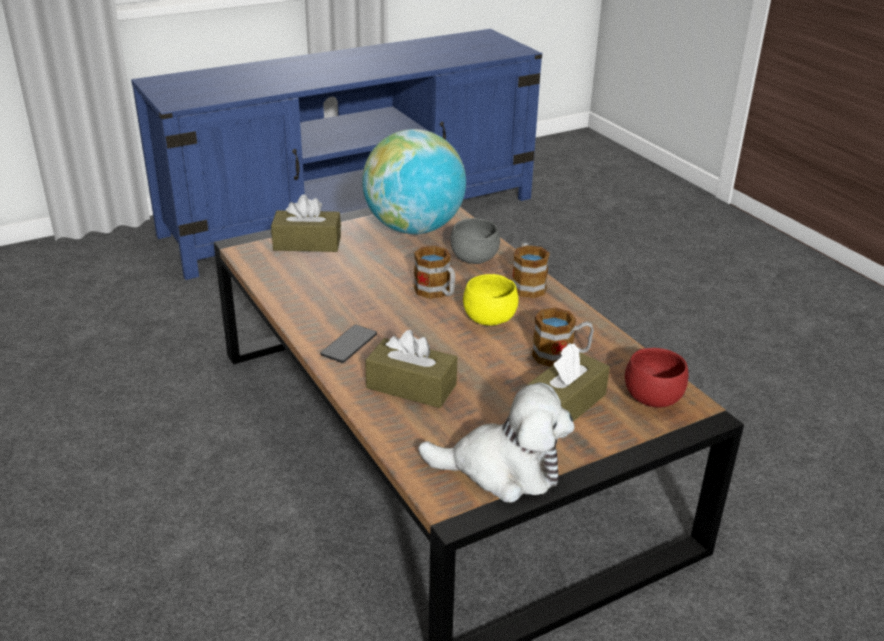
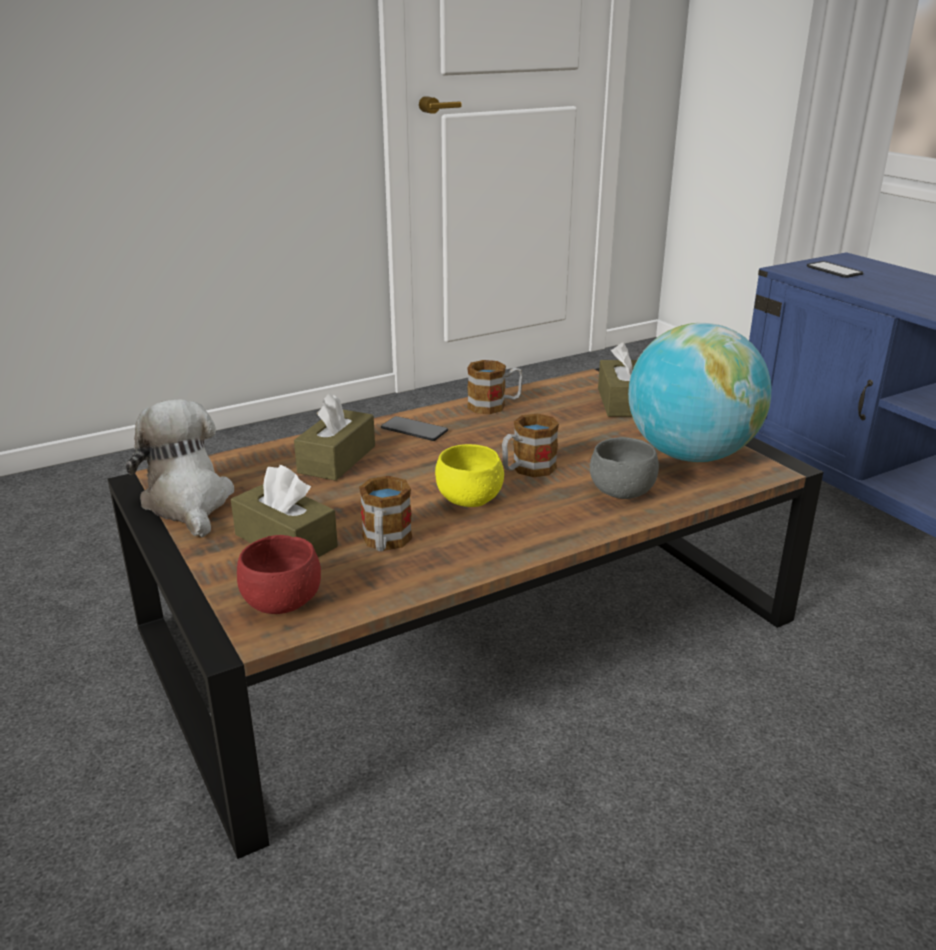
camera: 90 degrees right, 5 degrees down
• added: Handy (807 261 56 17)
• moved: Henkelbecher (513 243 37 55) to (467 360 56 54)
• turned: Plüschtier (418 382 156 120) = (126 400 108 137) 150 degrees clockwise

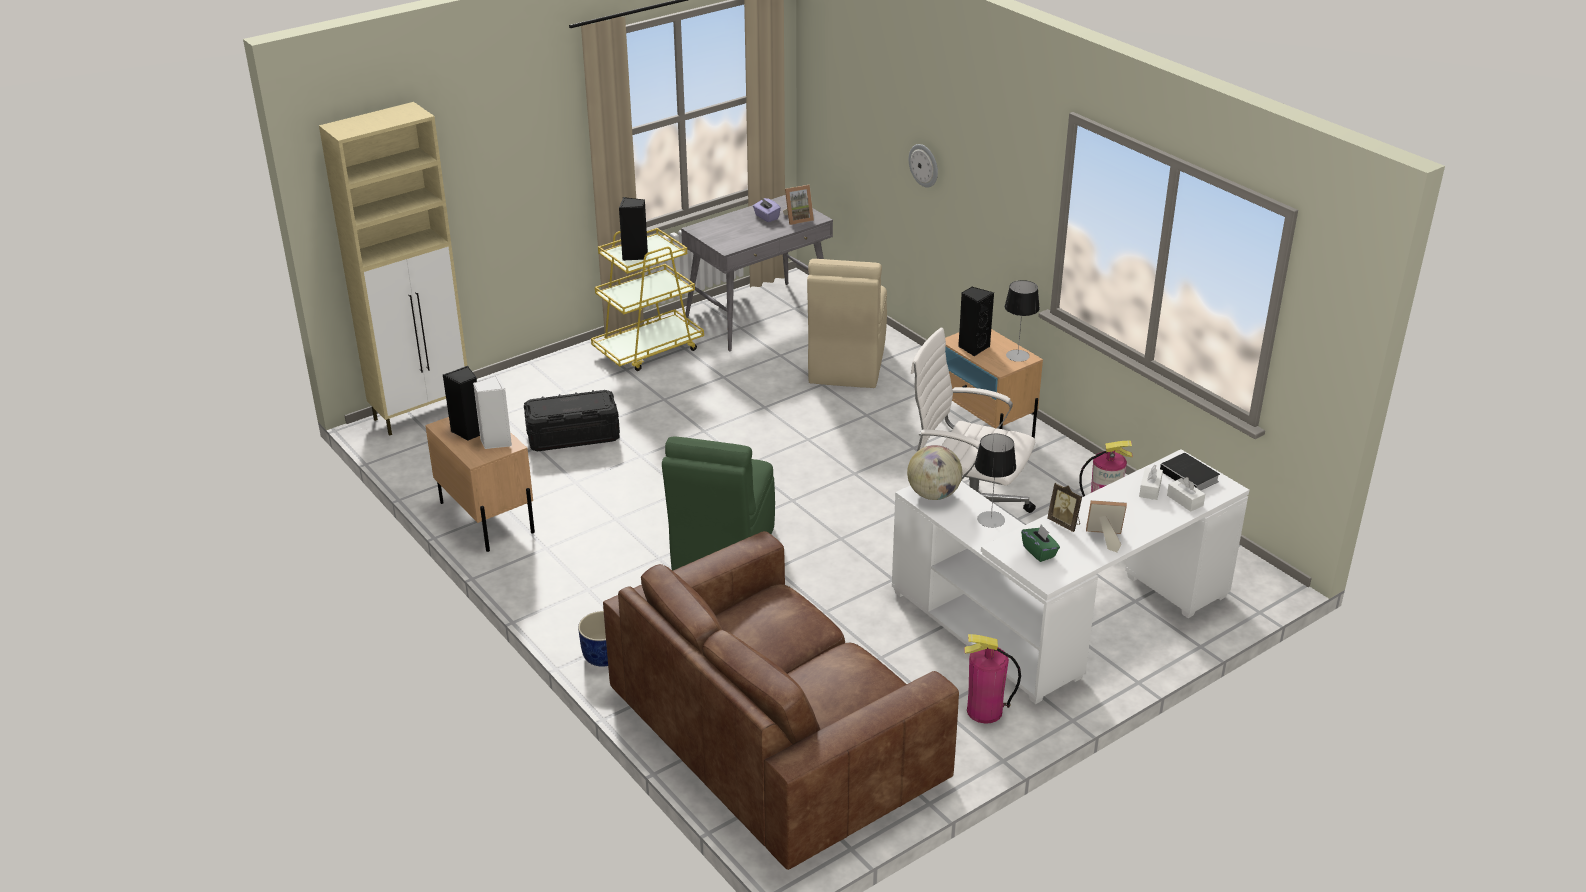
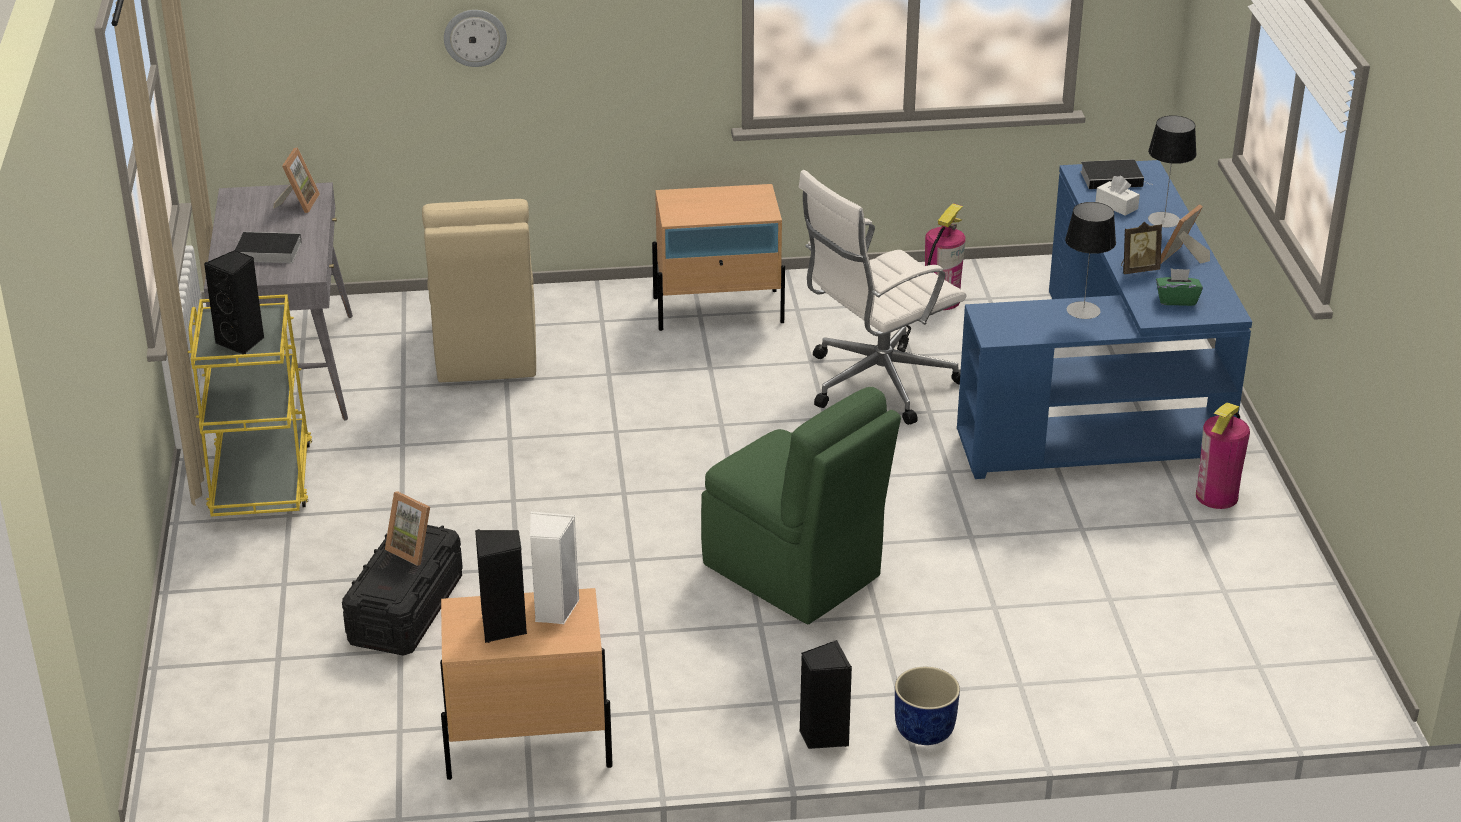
camera: 60 degrees left, 0 degrees up
• removed: Schrank [beige] (319 102 148 334)
• removed: Sofa [braun] (603 531 356 339)
• removed: Taschentuchbox [lila] (753 197 28 25)
• removed: Globus (907 445 55 55)
• removed: Taschentuchbox [weiß] (1167 477 38 35)
• added: Buch (233 232 69 31)
• added: Bilderrahmen (385 491 45 75)
• moved: Lautsprecher [schwarz] (958 287 36 70) to (800 640 52 109)
• moved: Tischlampe (1005 280 35 82) to (1148 115 49 112)
• recoloured: Schreibtisch [weiß] (892 449 357 255) to Schreibtisch [blau] (957 160 295 319)
• turned: Stuhl [beige] (807 259 80 129) = (422 199 114 184) 45 degrees clockwise

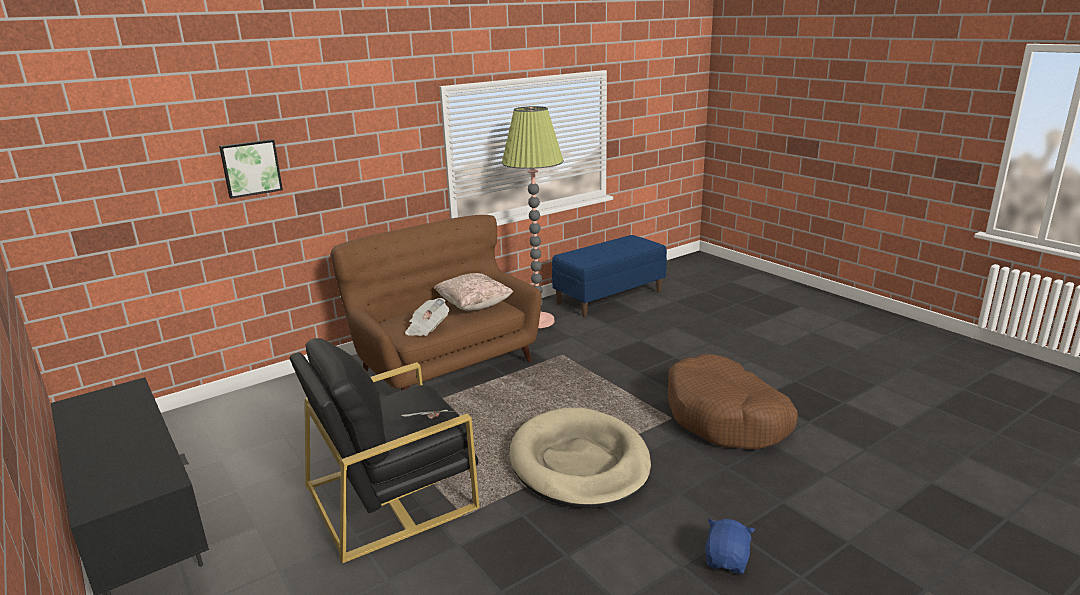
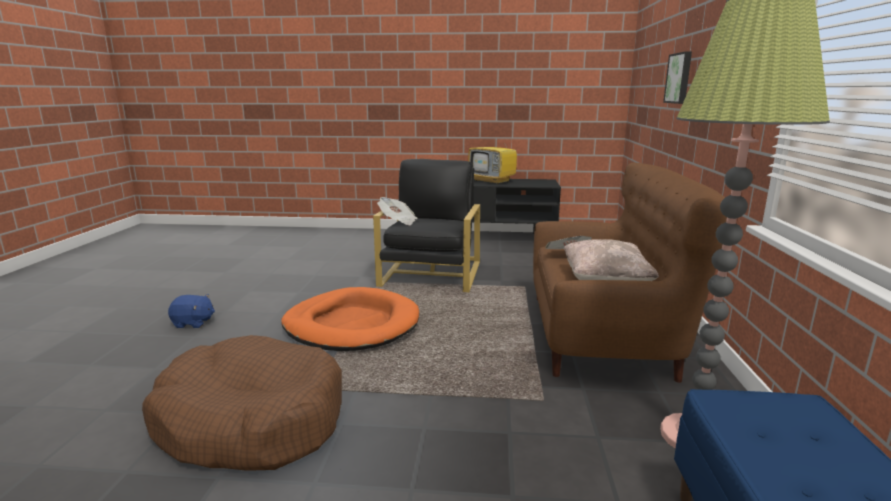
camera: 130 degrees right, 5 degrees down
• added: Fernseher (468 125 49 59)
• recoloured: Hundebett [beige] (510 407 141 101) to Hundebett [orange] (281 287 138 64)
• turned: Plüschtier [blau] (705 519 50 55) = (168 294 47 34) 60 degrees counterclockwise

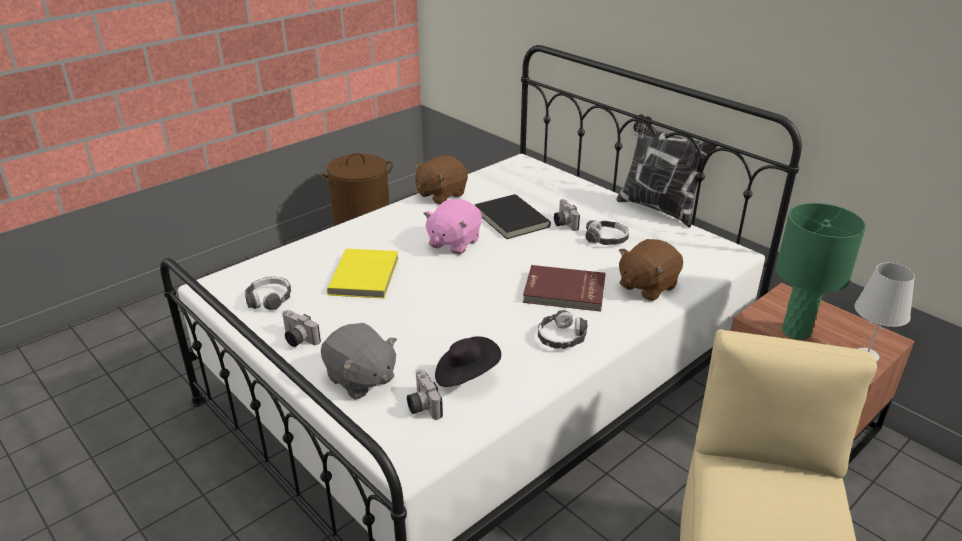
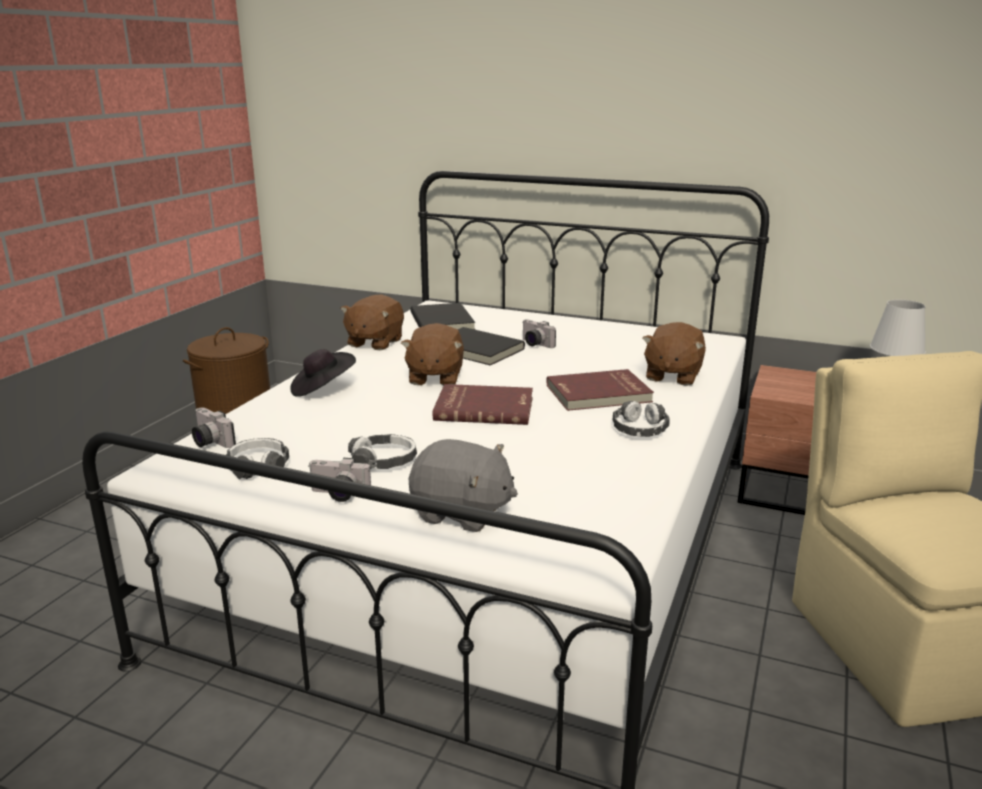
camera: 25 degrees left, 10 degrees down
• removed: Buch [gelb] (327 249 72 49)
• removed: Kissen (616 114 102 114)
• removed: Tischlampe [grün] (776 203 90 137)
• added: Buch [schwarz] (410 303 65 26)
• added: Buch [rot] (433 384 100 41)
• moved: Kamera (407 369 36 51) to (192 408 44 40)
• moved: Hut [schwarz] (435 336 66 51) to (290 349 66 48)
• moved: Kopfhörer (585 220 44 25) to (348 434 69 35)
• recoloured: Plüschtier [rosa] (423 199 59 55) to Plüschtier [braun] (401 323 63 63)

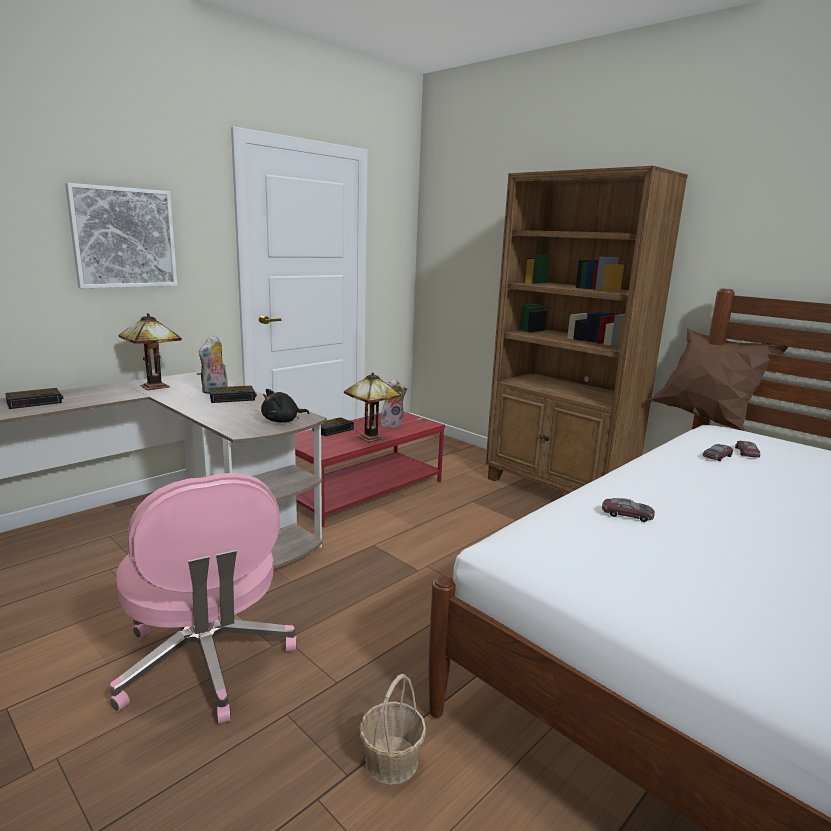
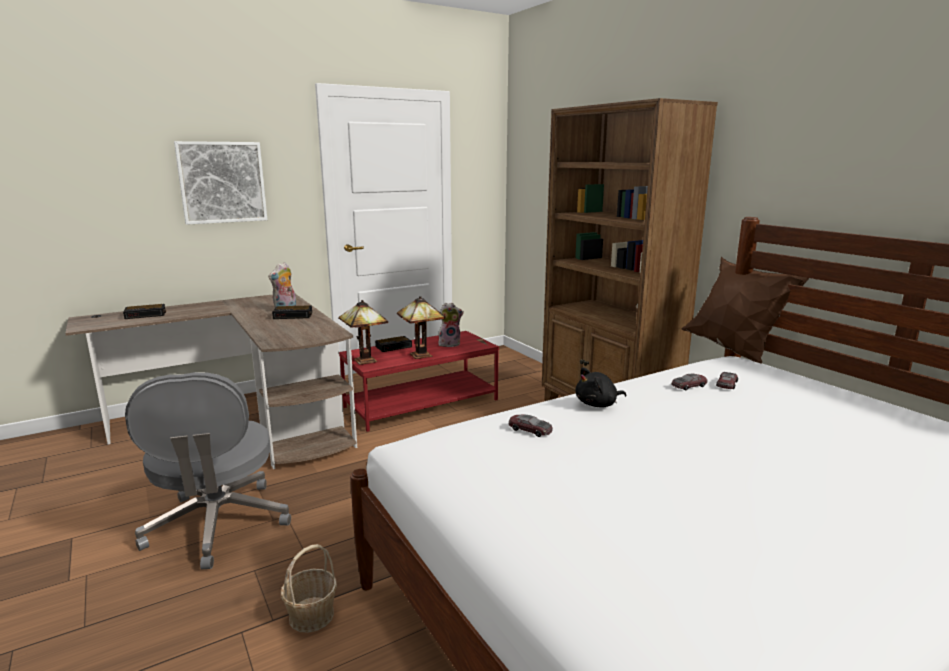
camera: 15 degrees right, 0 degrees up
• moved: Tischlampe (119 313 63 77) to (339 300 49 65)
• moved: Plüschtier [schwarz] (261 389 48 34) to (575 367 52 40)
• recoloured: Bürostuhl [rosa] (109 473 188 251) to Bürostuhl [grau] (125 372 166 197)

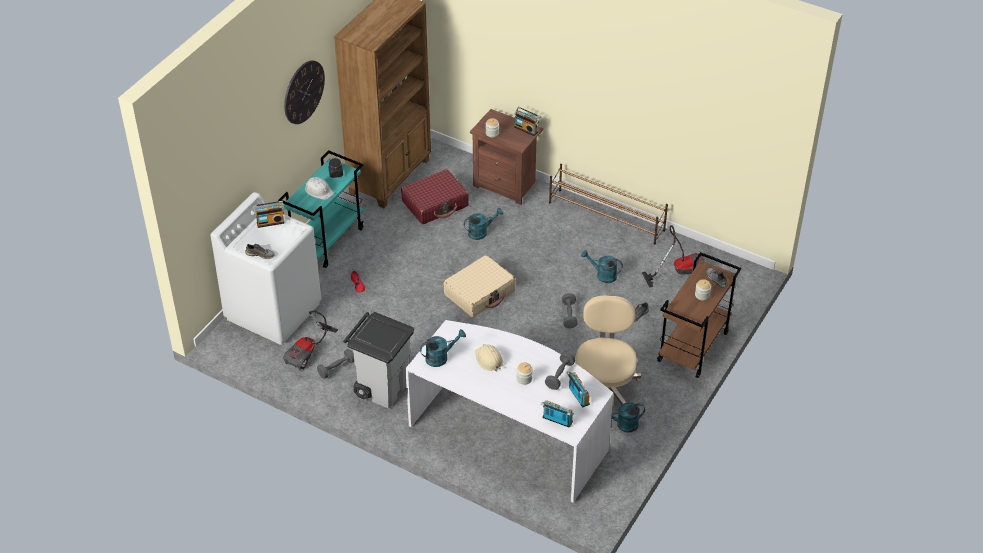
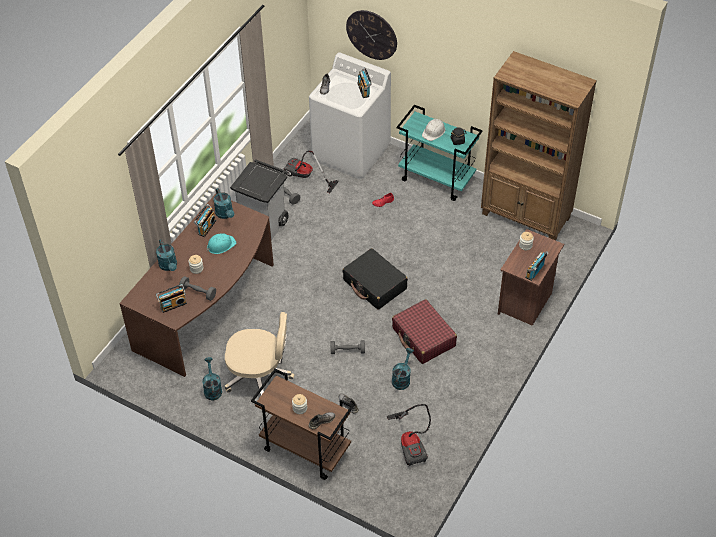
camera: 90 degrees right, 5 degrees up
• removed: Schuhregal [braun] (549 164 119 80)
• moved: Wanduhr (284 60 41 64) to (346 10 51 50)
• moved: Koffer [rot] (401 169 68 55) to (392 299 65 65)
• moved: Gießkanne [türkis] (464 208 39 32) to (156 239 21 32)
• moved: Radio (541 400 33 28) to (194 204 22 33)
• recoloured: Schreibtisch [weiß] (405 320 209 182) to Schreibtisch [braun] (119 194 155 183)
• recoloured: Koffer [beige] (444 255 71 62) to Koffer [schwarz] (343 248 65 62)
• recoloured: Schutzhelm [beige] (475 344 28 27) to Schutzhelm [türkis] (207 233 29 21)

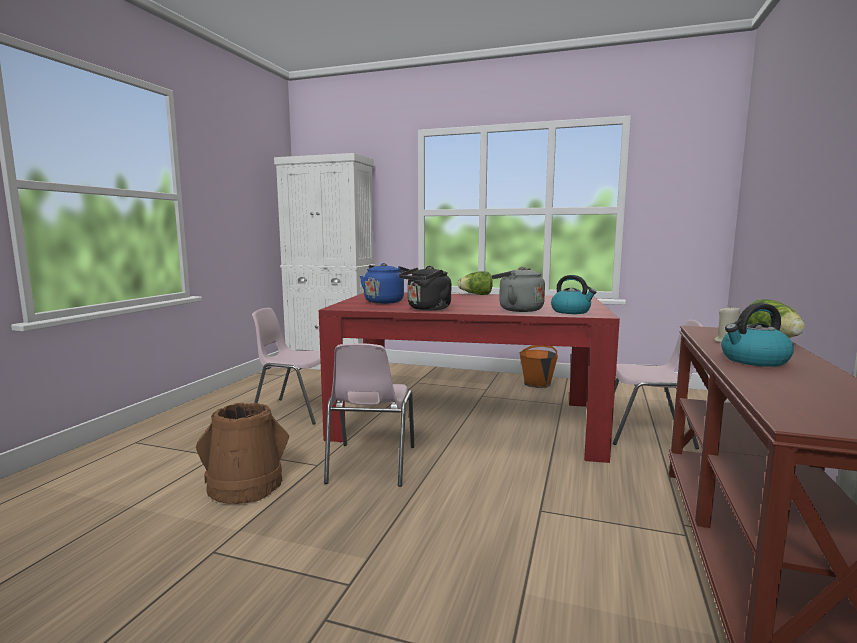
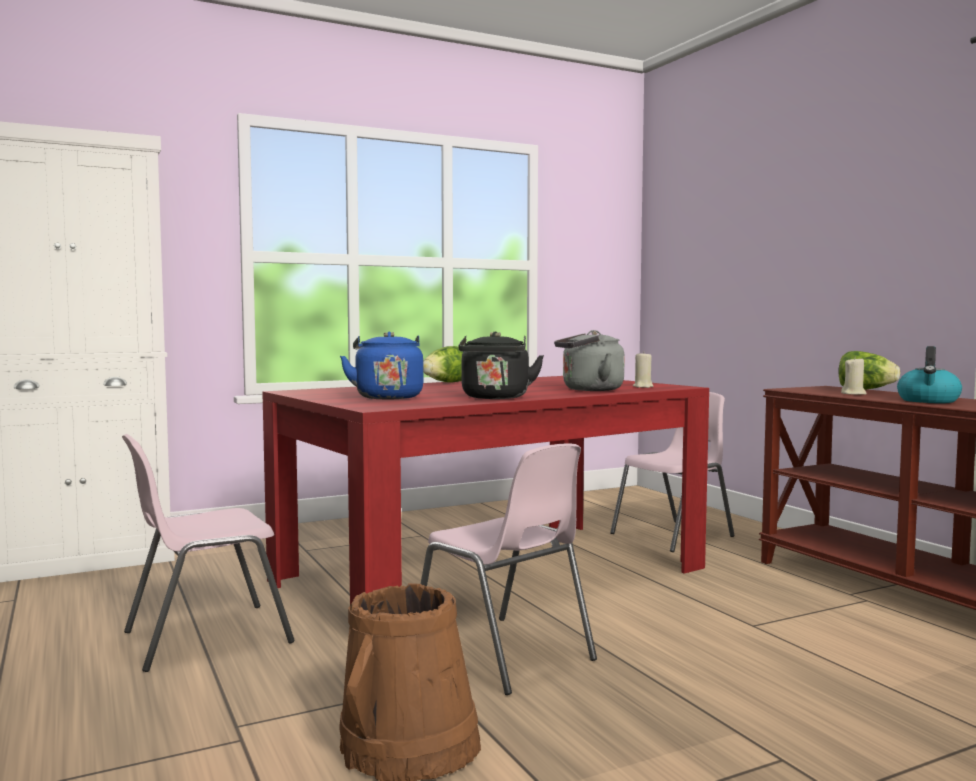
camera: 45 degrees left, 5 degrees down
• removed: Eimer [orange] (520 345 38 43)
• replaced: Wasserkessel (551 275 45 39) to Kerze [beige] (633 351 21 37)

